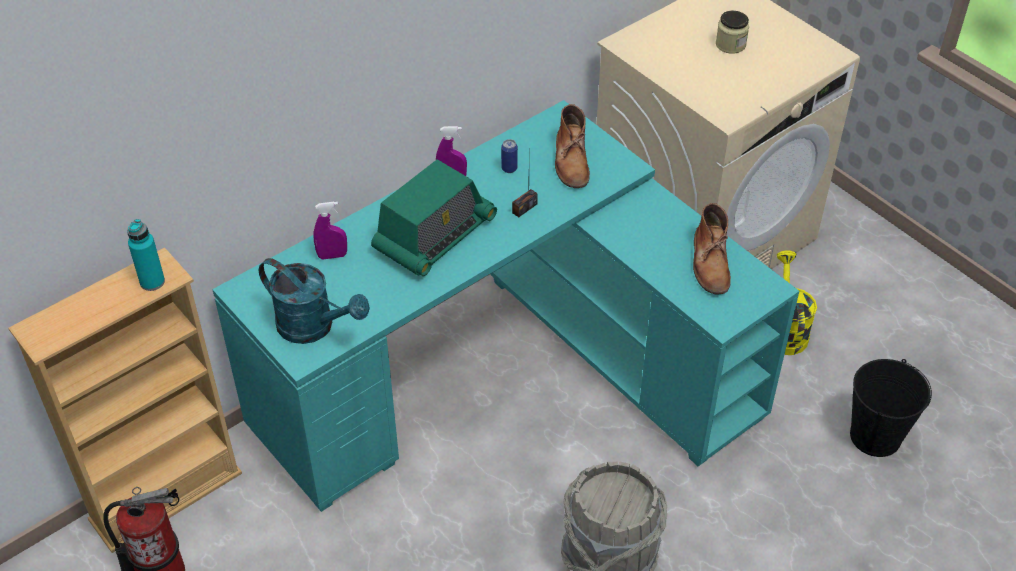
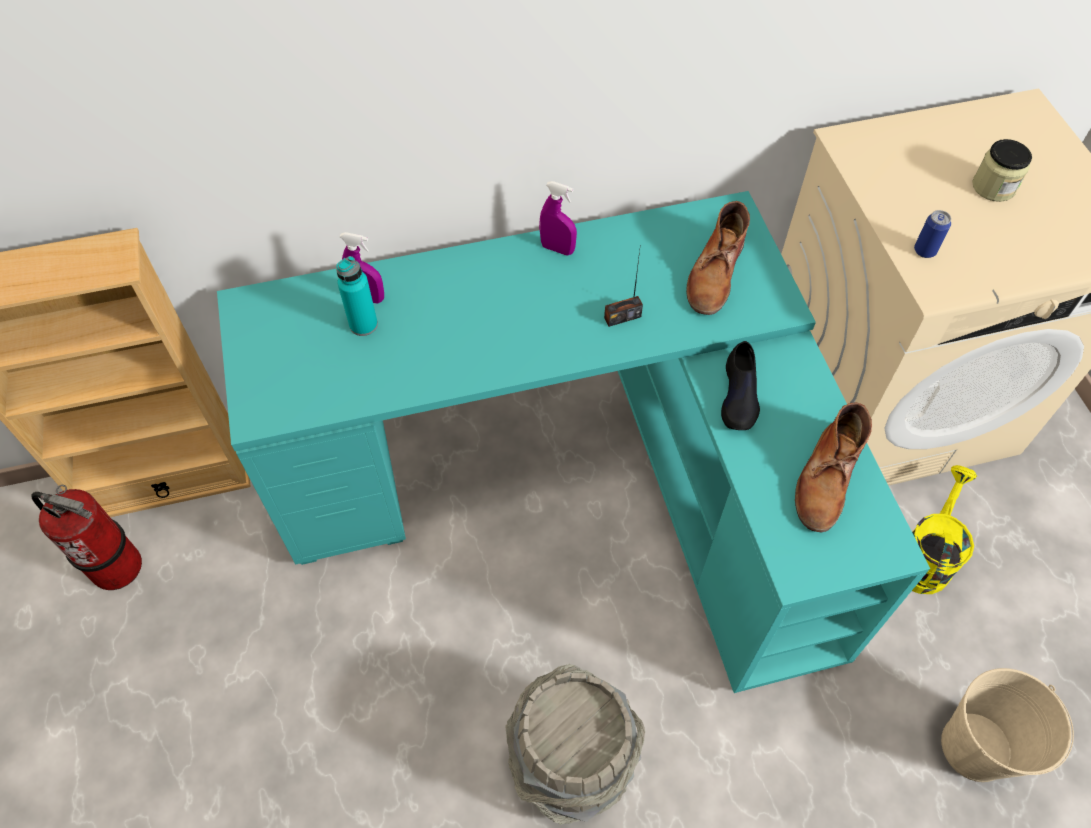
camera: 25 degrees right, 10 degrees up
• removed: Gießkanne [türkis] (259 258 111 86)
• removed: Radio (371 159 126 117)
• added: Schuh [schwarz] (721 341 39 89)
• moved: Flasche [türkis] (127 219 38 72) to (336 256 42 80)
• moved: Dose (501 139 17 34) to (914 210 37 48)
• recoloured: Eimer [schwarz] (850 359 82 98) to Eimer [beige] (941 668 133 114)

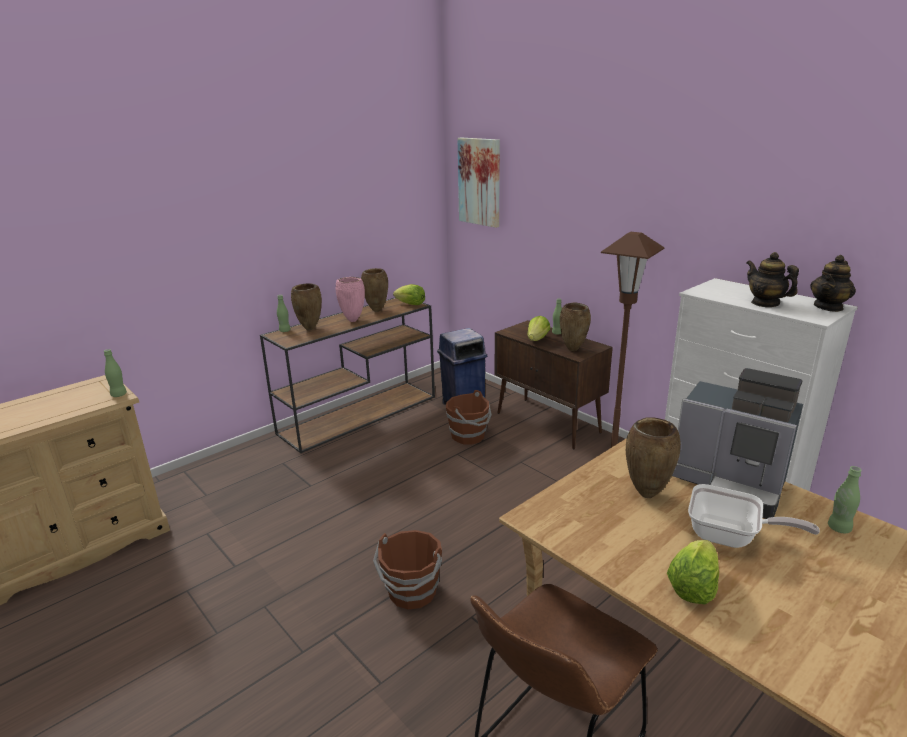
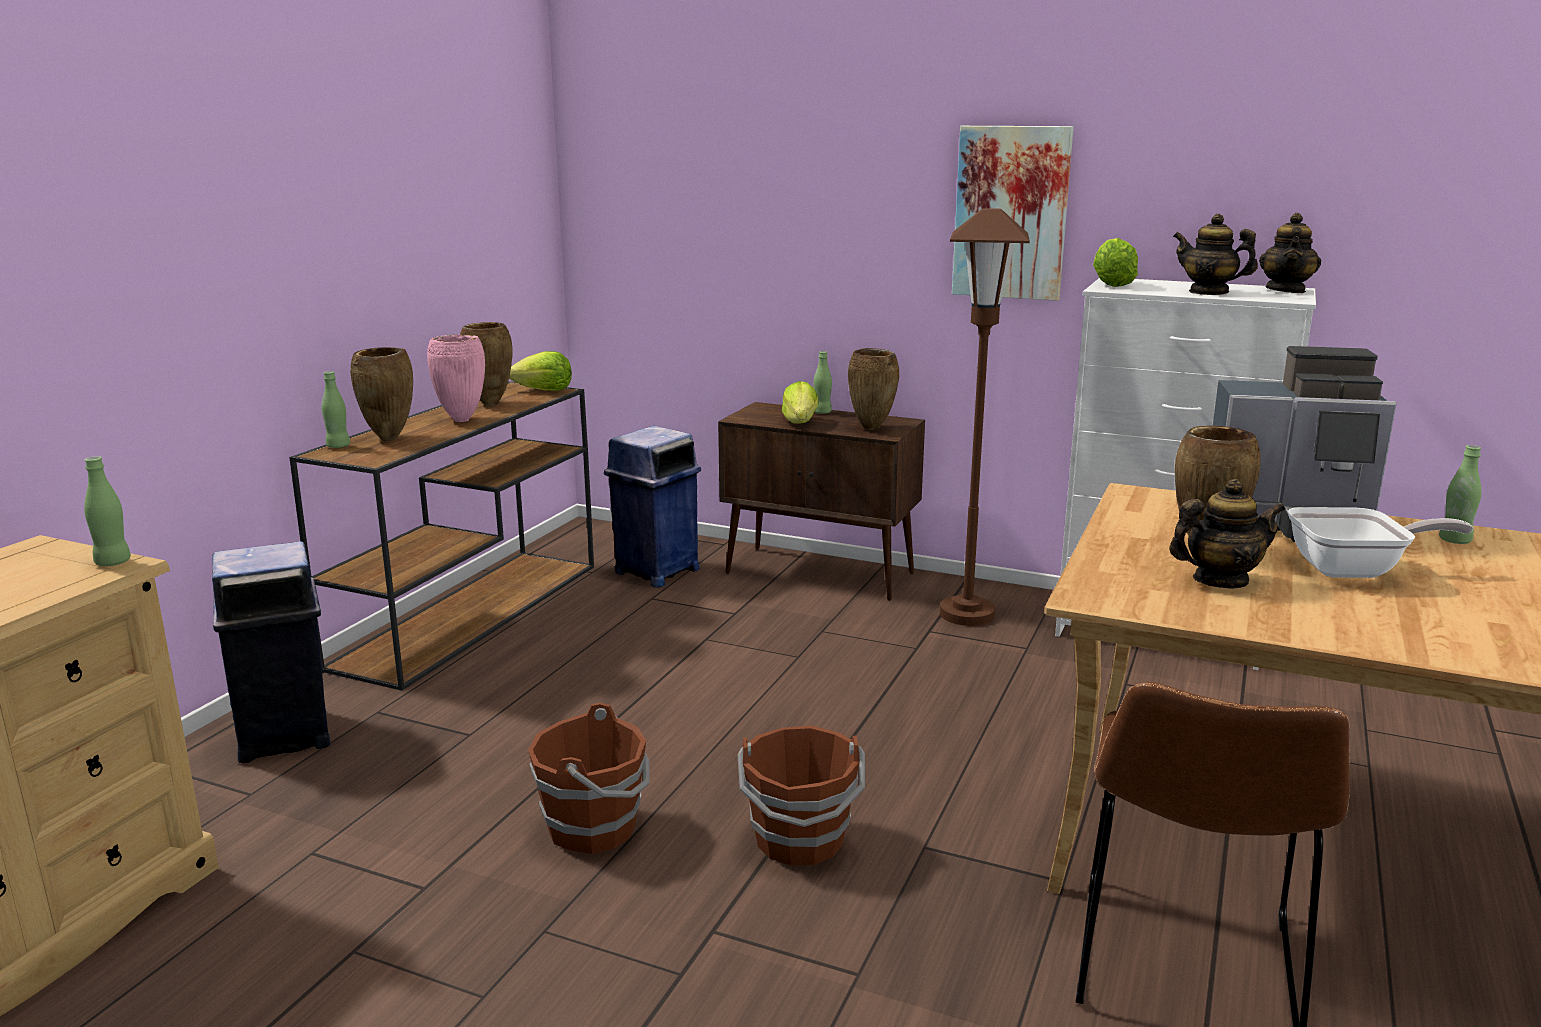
camera: 25 degrees left, 5 degrees down
• added: Mülleimer [blau] (212 541 119 222)
• added: Teekanne (1169 479 116 109)
• moved: Eimer [braun] (446 390 46 55) to (528 703 122 151)
• moved: Bild (457 138 43 90) to (952 126 122 175)
• moved: Salatkopf (667 540 52 64) to (1093 238 45 49)

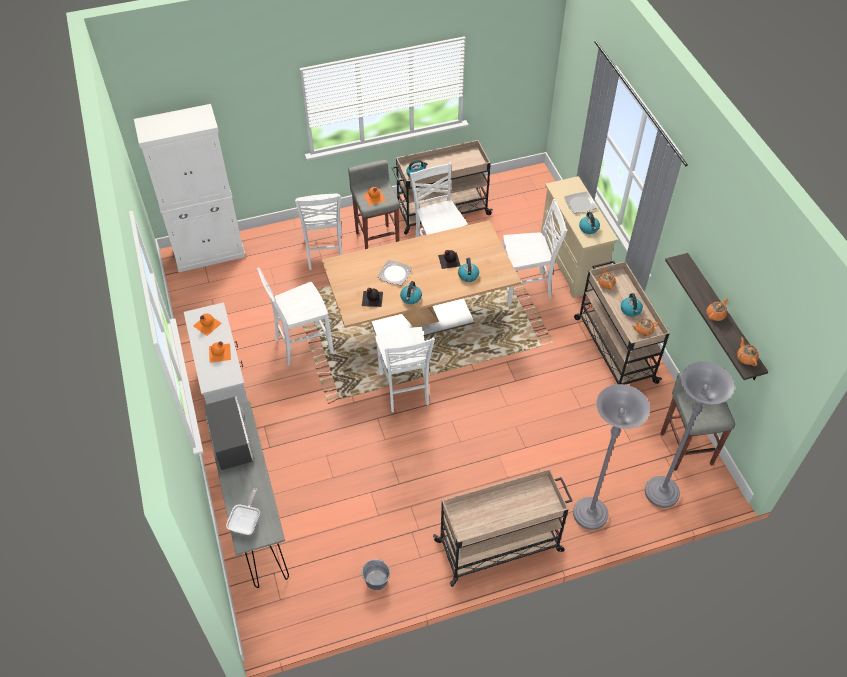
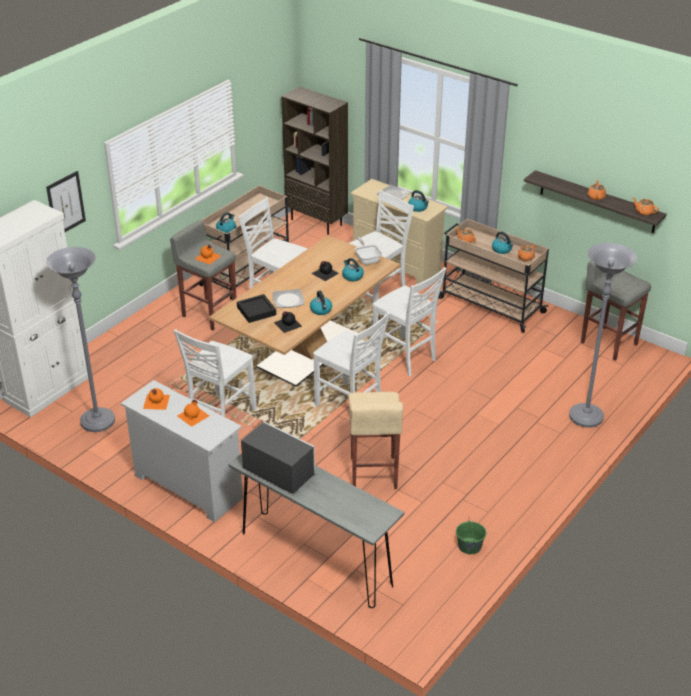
camera: 35 degrees left, 15 degrees down
• removed: Rollwagen [beige] (433 469 140 118)
• added: Bild (46 171 40 61)
• added: Tablett [schwarz] (237 294 39 29)
• added: Bücherregal [braun] (281 86 67 149)
• added: Hocker [beige] (349 392 54 97)
• moved: Pfanne (226 488 34 47) to (355 237 27 28)
• moved: Stuhl [weiß] (295 194 47 76) to (372 267 74 110)
• moved: Stehlampe [grau] (645 361 89 147) to (46 247 69 185)
• recoloured: Eimer [grau] (362 559 28 31) to Eimer [grün] (456 517 30 37)

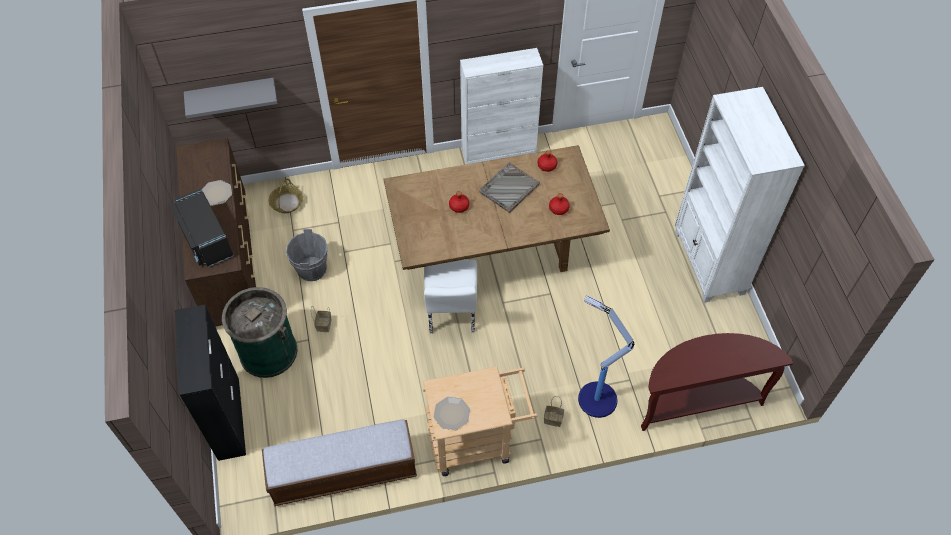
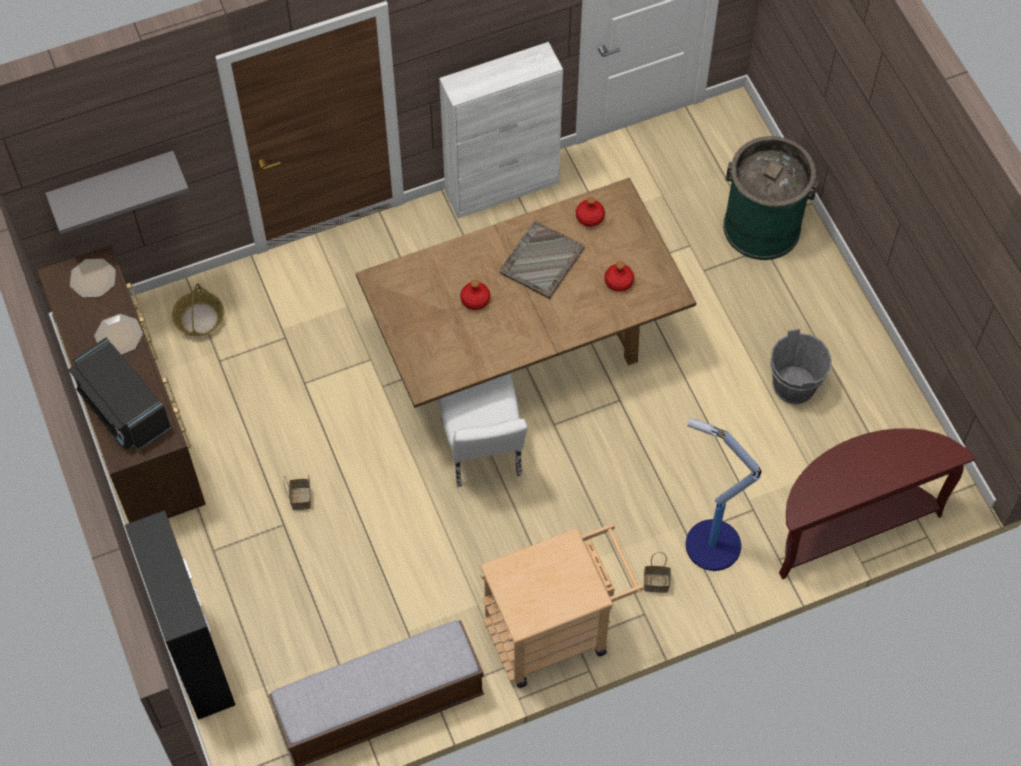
camera: 10 degrees left, 5 degrees up
• removed: Bücherregal [weiß] (675 87 130 216)
• moved: Mülleimer [grün] (222 287 75 91) to (723 136 95 124)
• moved: Eimer [grau] (286 229 42 52) to (770 329 62 75)
• moved: Teller (433 397 37 33) to (70 259 46 38)

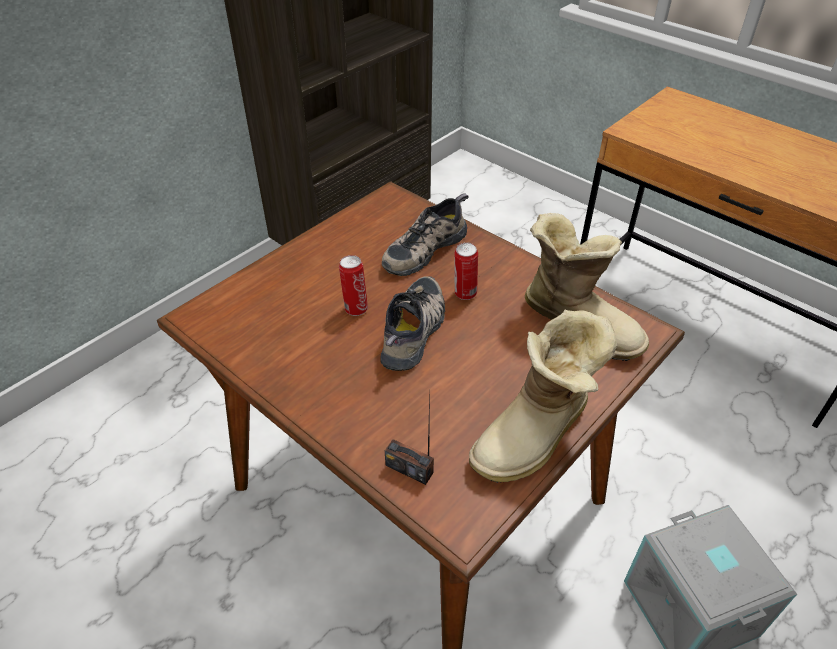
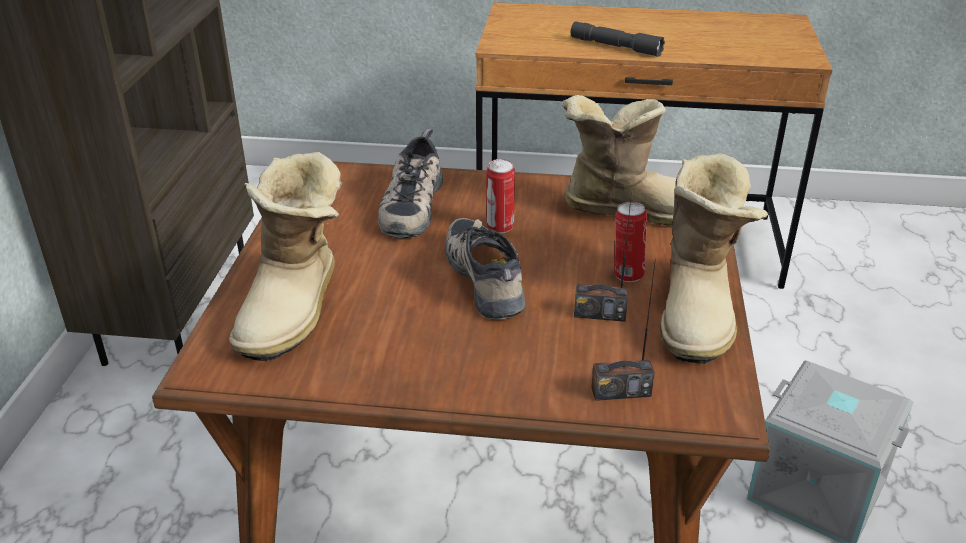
camera: 35 degrees left, 10 degrees down
• added: Stiefel (229 152 113 210)
• added: Taschenlampe [grau] (571 22 94 35)
• added: Radio (574 191 58 131)
• moved: Dose (339 255 29 61) to (614 202 33 80)

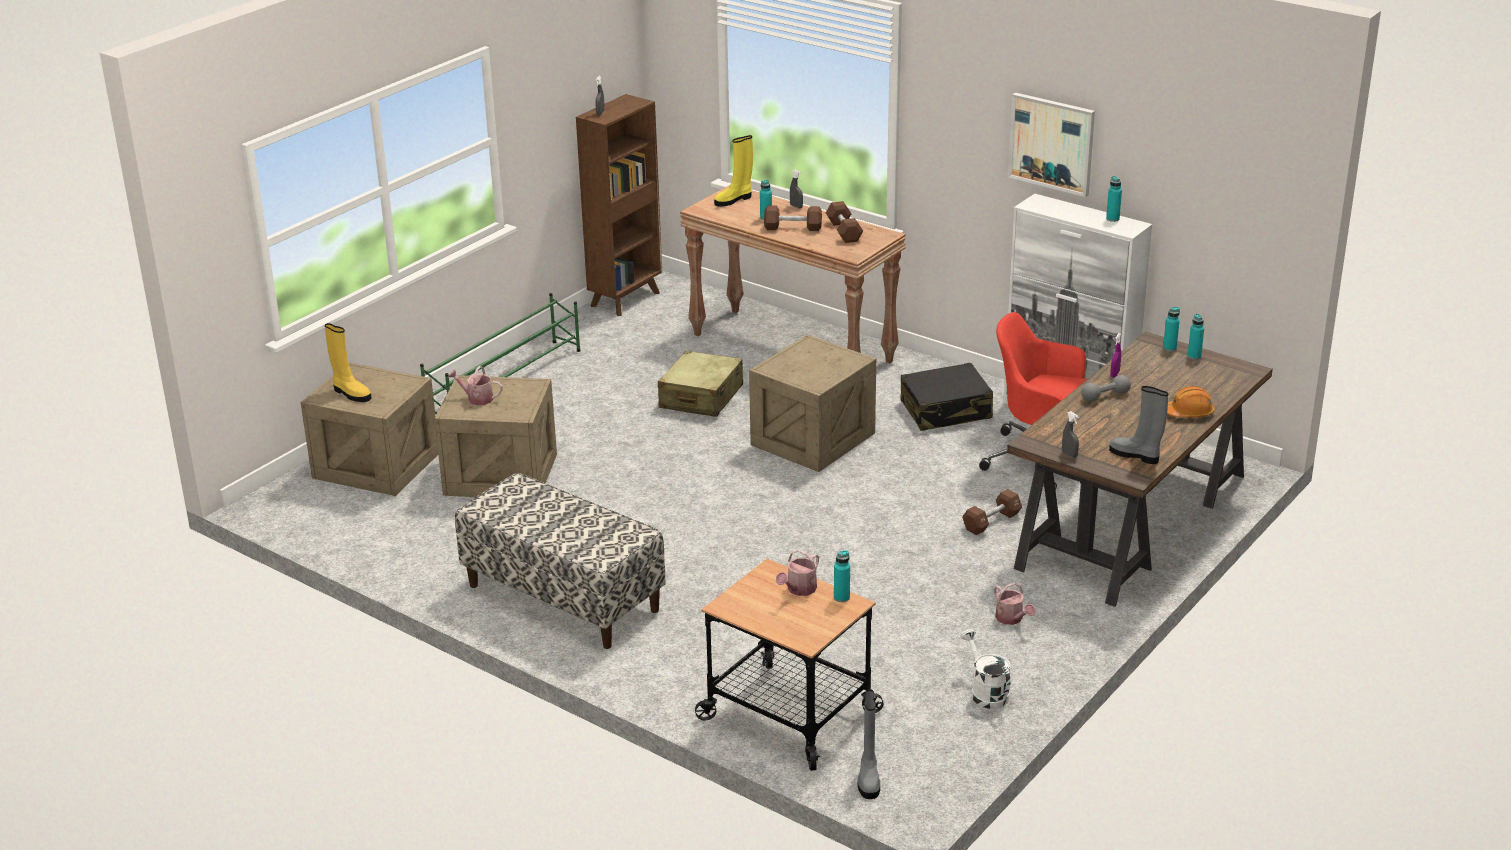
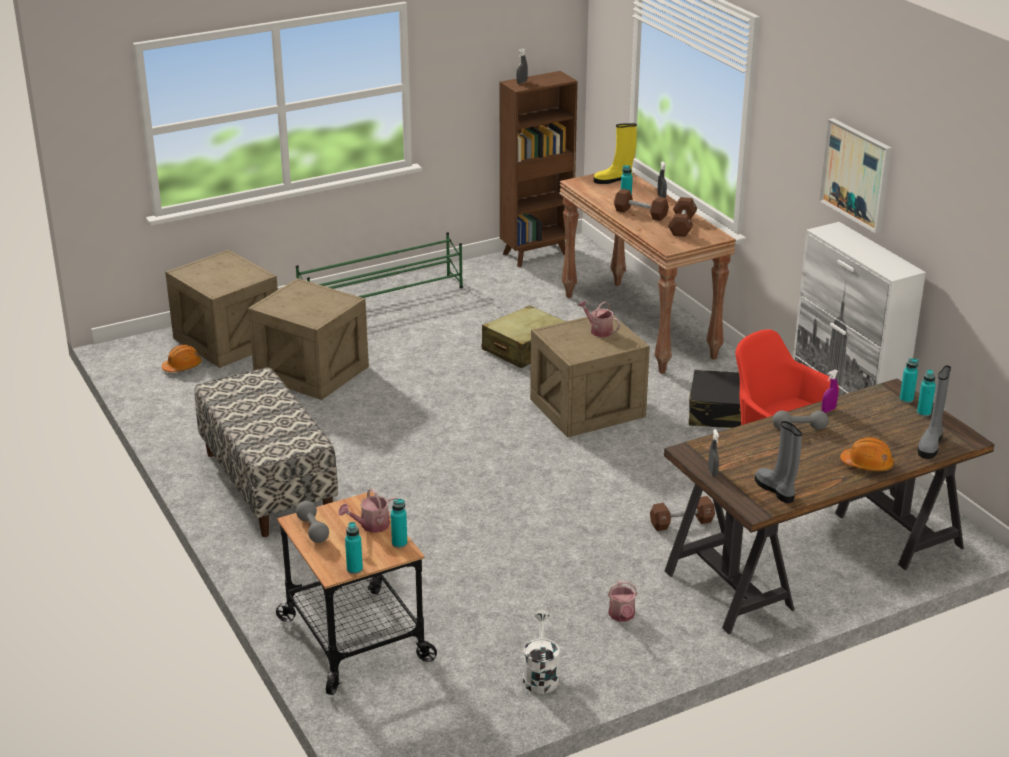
camera: 25 degrees right, 0 degrees up
• removed: Stiefel [gelb] (325 323 47 79)
• added: Schutzhelm [orange] (162 345 40 27)
• added: Hantel [grau] (296 501 33 42)
• moved: Gießkanne (448 366 54 39) to (577 300 43 37)
• moved: Stiefel [grau] (858 689 22 110) to (917 366 34 93)
• moved: Flasche [türkis] (1106 176 16 46) to (345 522 18 52)

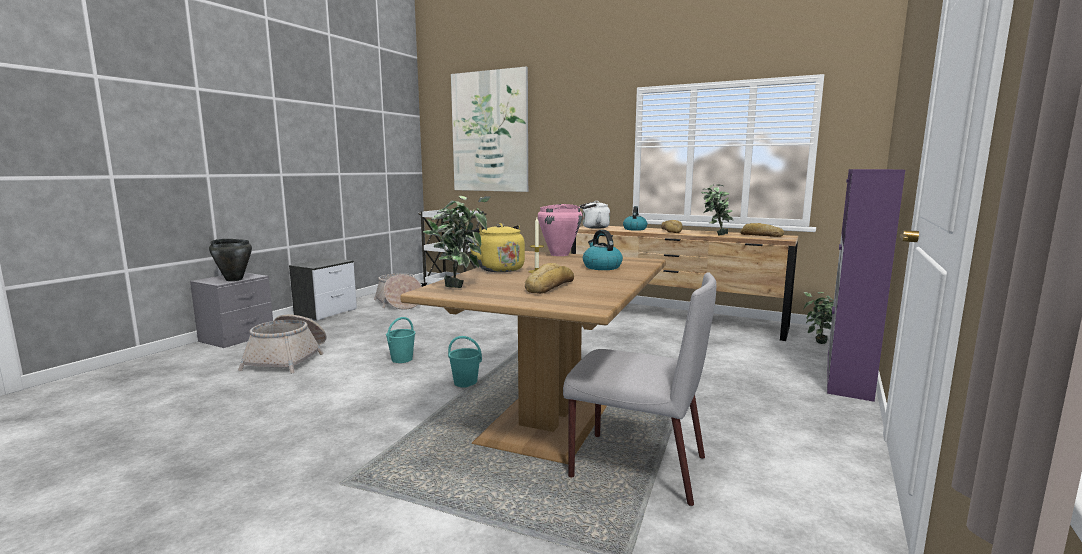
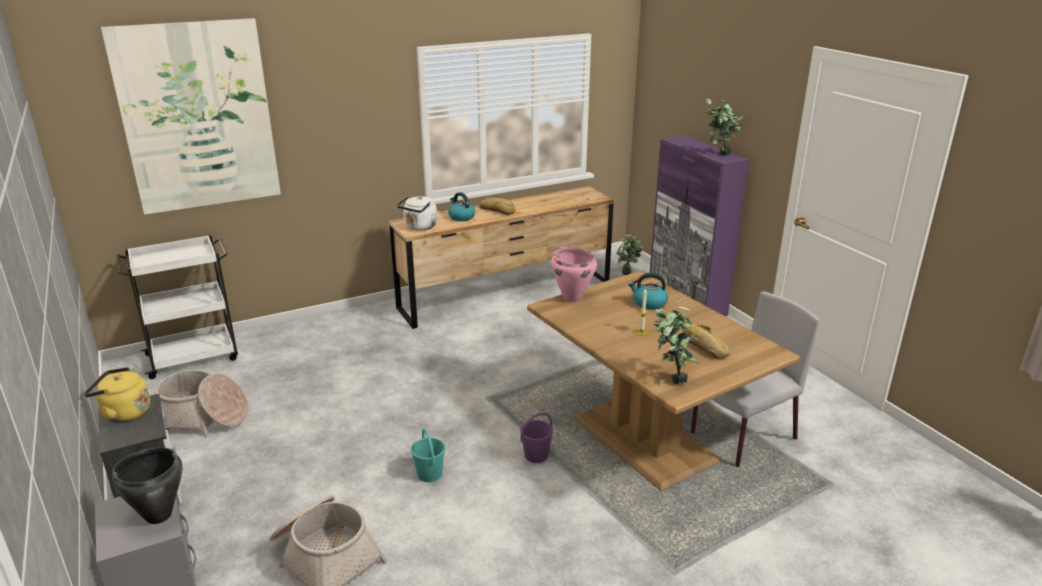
camera: 55 degrees left, 15 degrees up
• removed: Brot (741 223 43 14)
• moved: Wasserkessel [gelb] (470 223 55 49) to (84 367 66 56)
• moved: Topfpflanze (701 184 32 52) to (706 99 38 56)
• recoloured: Eimer [türkis] (448 336 34 51) to Eimer [lila] (520 413 33 50)

